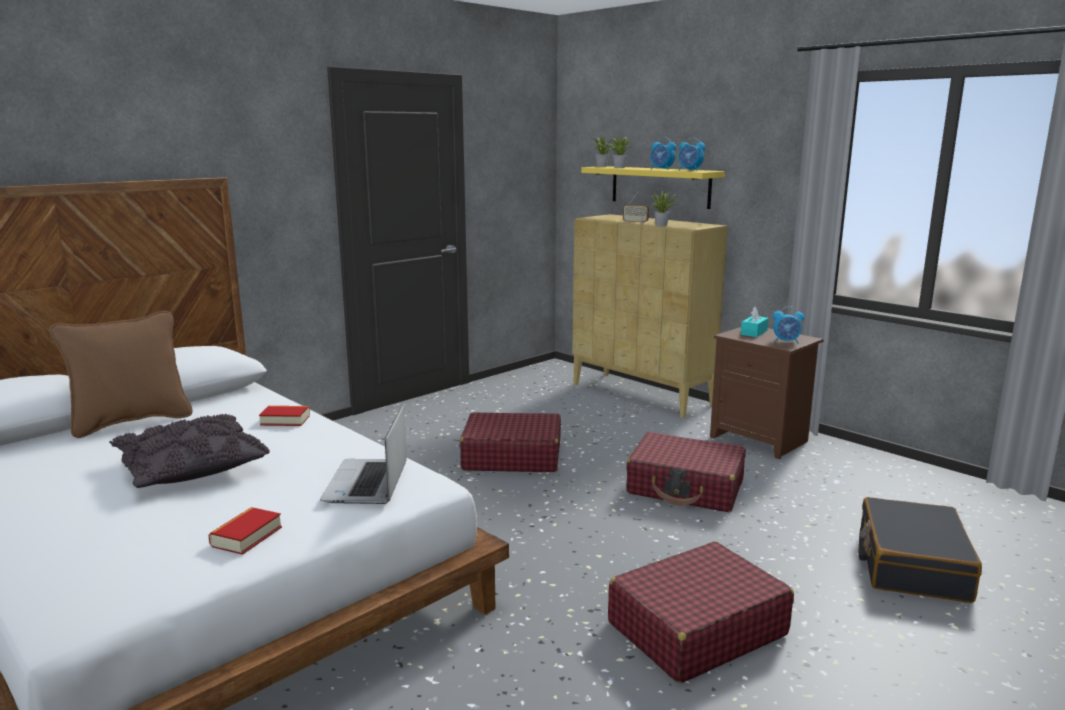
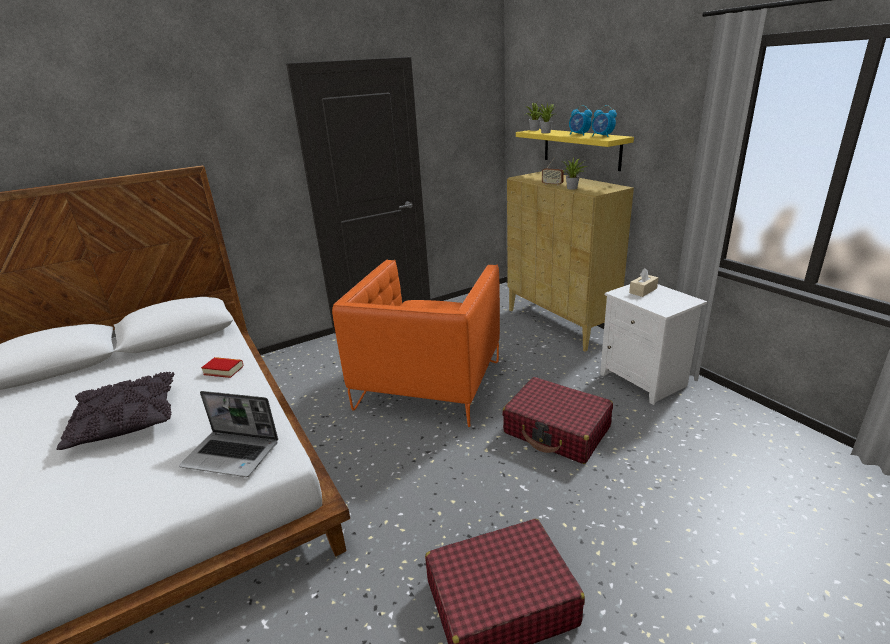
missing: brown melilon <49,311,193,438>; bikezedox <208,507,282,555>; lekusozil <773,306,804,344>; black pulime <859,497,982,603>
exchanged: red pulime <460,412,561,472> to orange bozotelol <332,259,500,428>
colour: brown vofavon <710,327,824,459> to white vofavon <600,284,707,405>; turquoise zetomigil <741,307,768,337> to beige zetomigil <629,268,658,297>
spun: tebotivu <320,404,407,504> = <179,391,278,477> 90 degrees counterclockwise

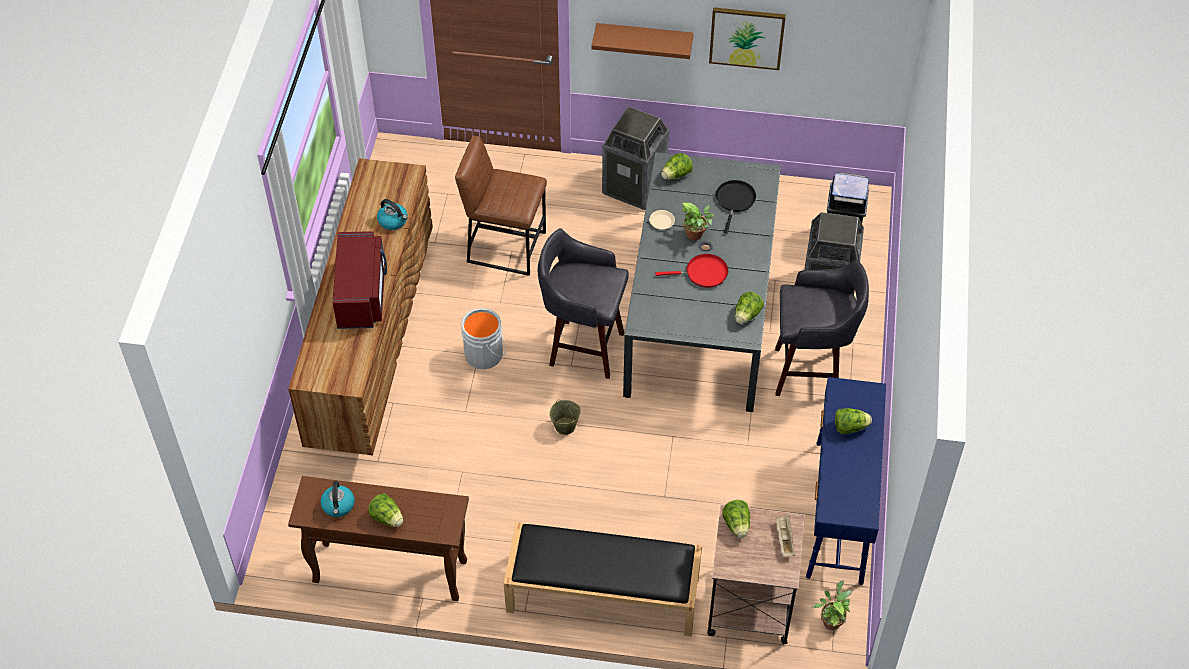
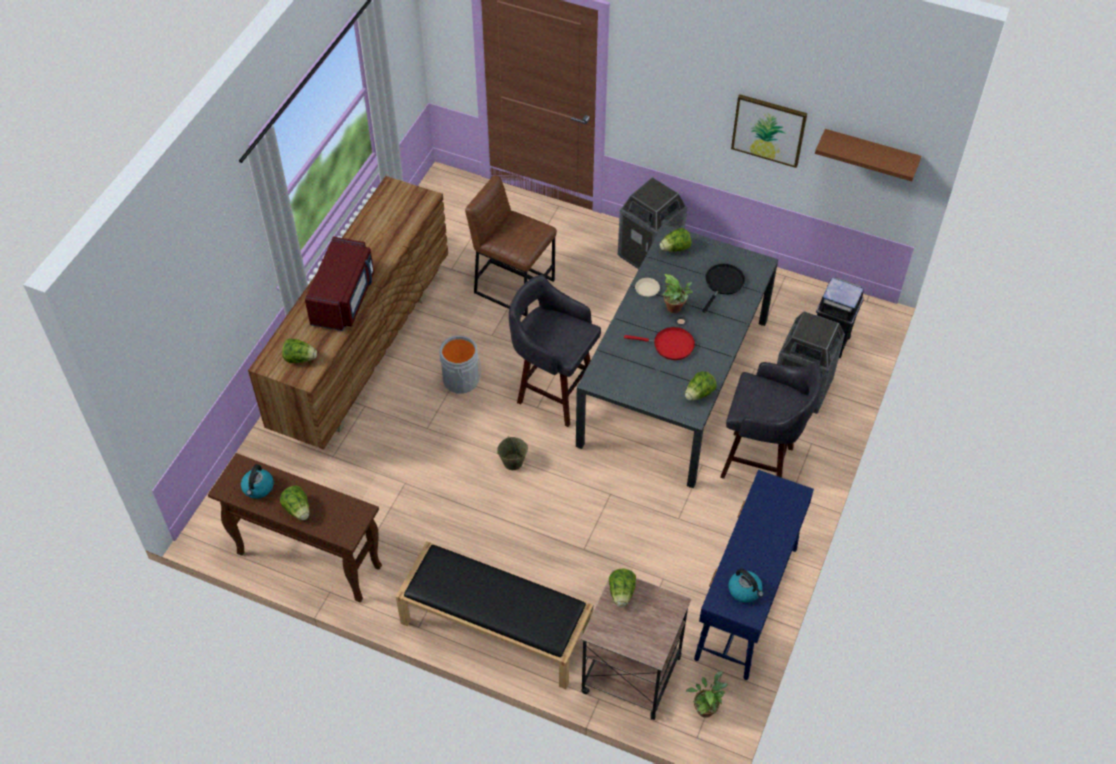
missing: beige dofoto <775,515,795,556>
relocated: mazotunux <377,199,407,230> to <728,568,763,603>; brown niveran <592,23,694,59> to <815,129,921,181>; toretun <835,408,872,434> to <282,338,317,363>

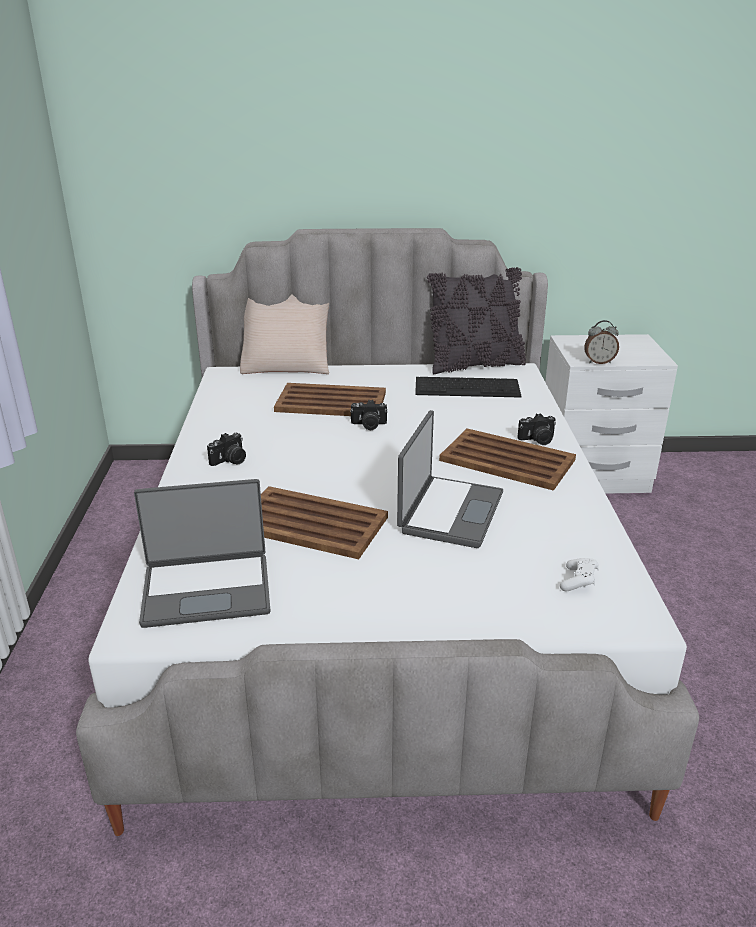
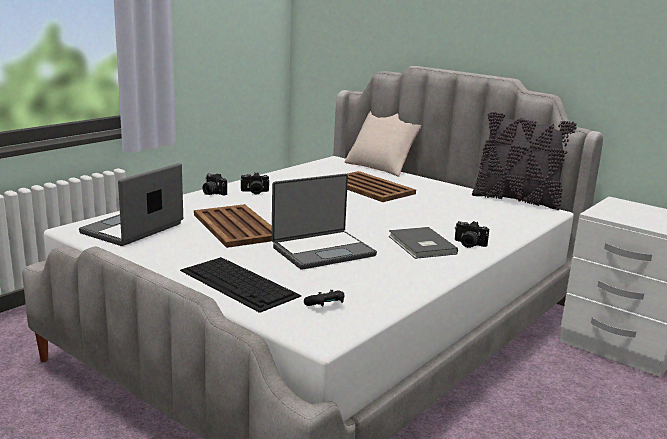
missing: lekusozil <584,320,619,364>
relocated: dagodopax <350,400,387,430> to <203,173,227,195>; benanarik <415,377,522,398> to <180,257,301,313>
exchanged: brown dofoto <439,428,576,491> to grey bikezedox <389,227,458,259>
colour: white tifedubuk <560,558,599,591> to black tifedubuk <304,290,345,307>
spun: tebotivu <134,479,271,628> = <79,163,183,246> 90 degrees clockwise

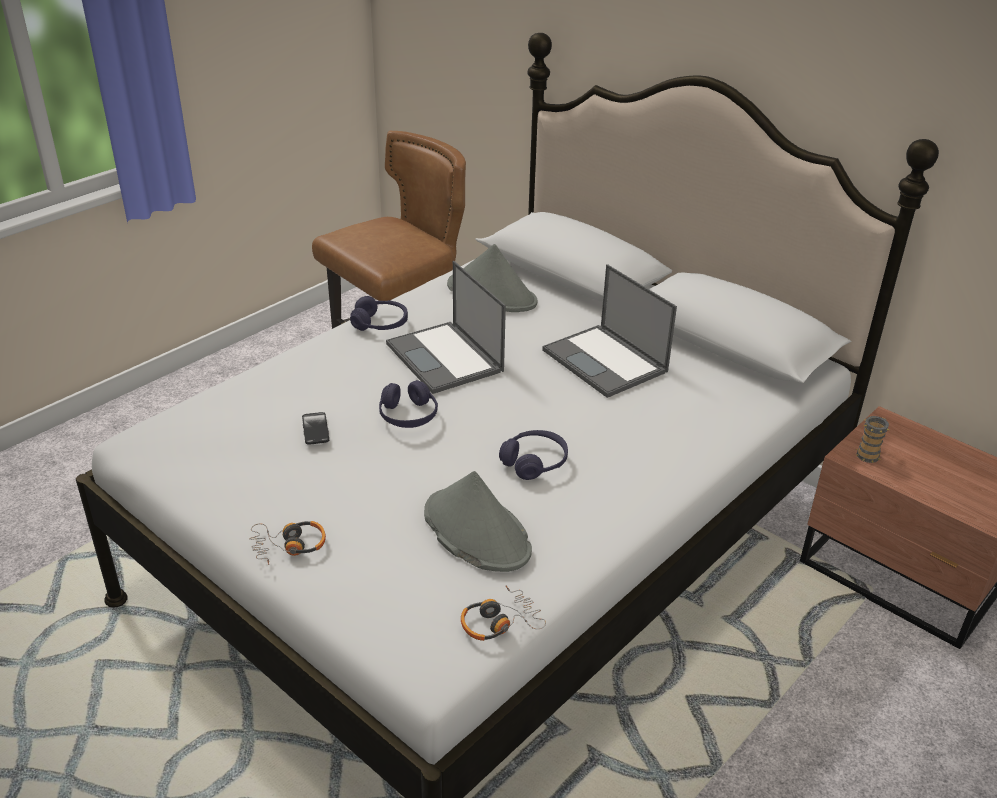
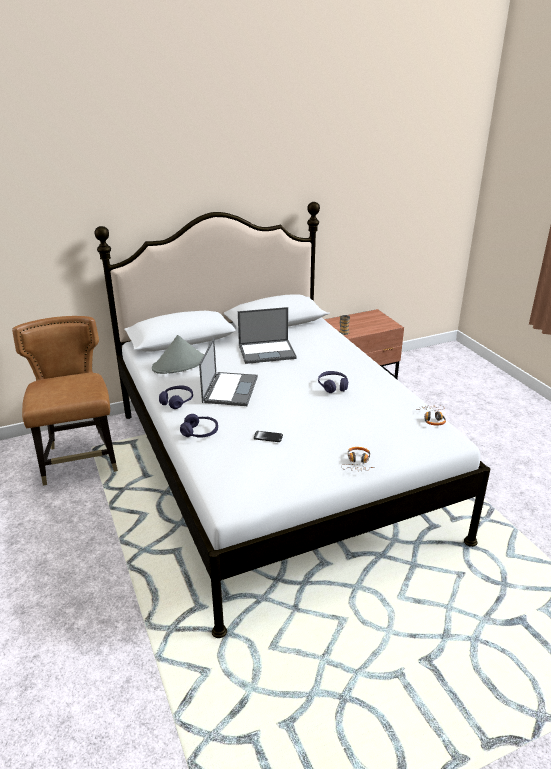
missing: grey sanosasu <424,471,532,572>
relocated: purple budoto <379,380,438,428> to <180,414,218,438>
spun: tebotivu <386,261,506,394> = <199,338,258,406> 75 degrees counterclockwise

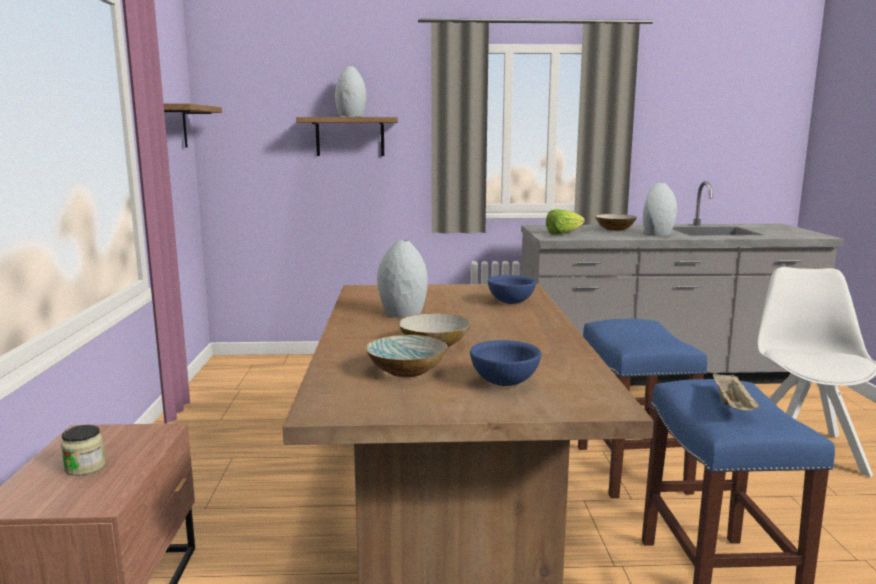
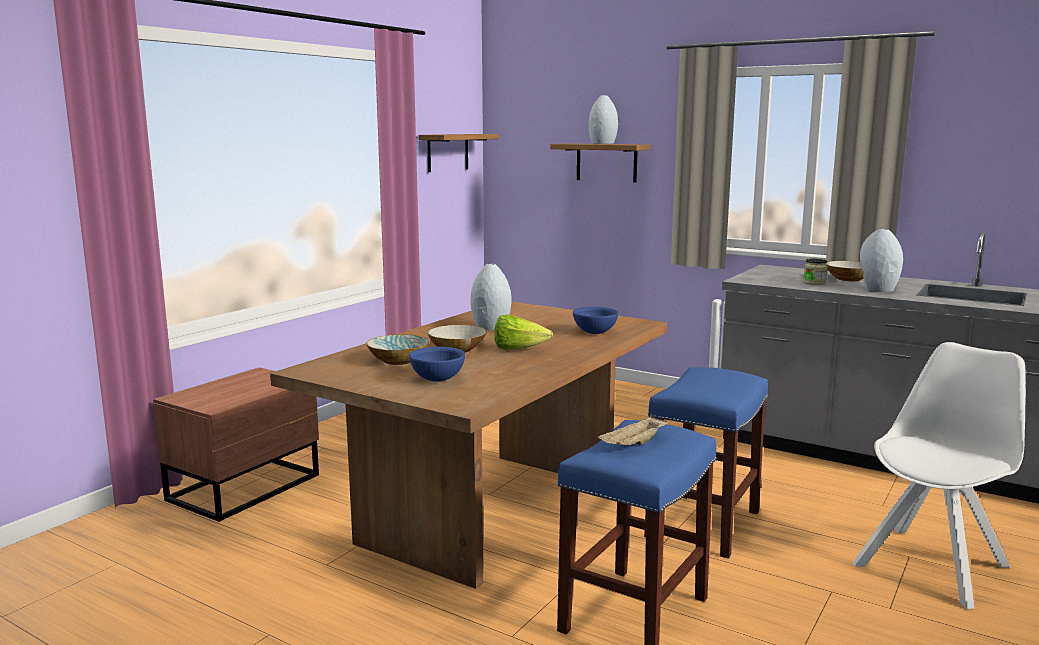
relocated: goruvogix <61,425,106,476> to <803,259,828,285>; toretun <546,209,585,235> to <494,314,553,350>

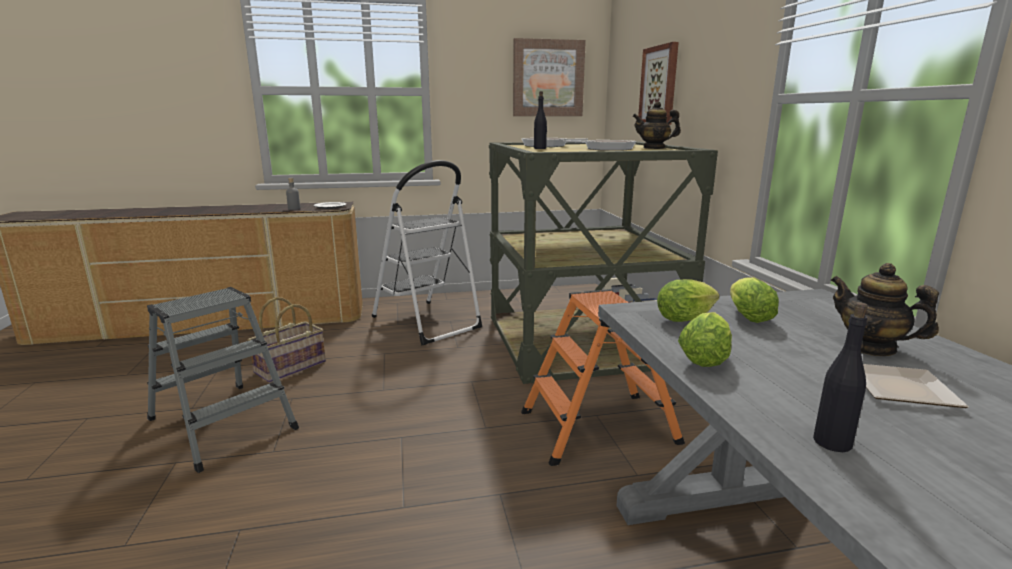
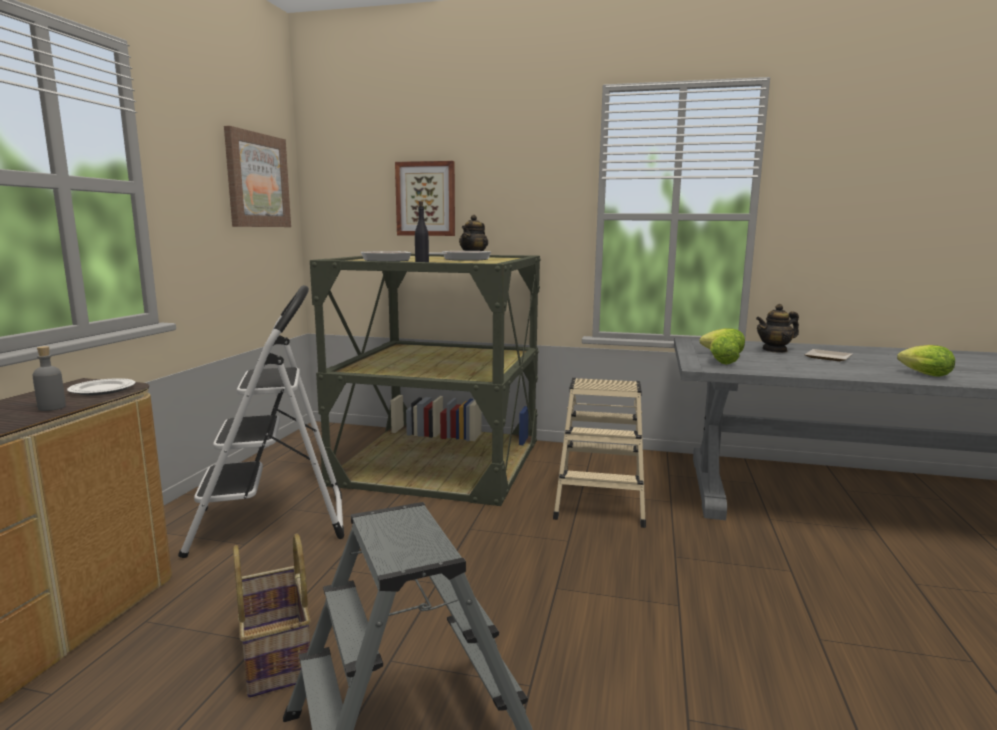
missing: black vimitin <813,302,868,452>
relocated: toretun <678,312,732,367> to <897,345,955,377>
colour: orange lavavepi <521,289,685,466> to beige lavavepi <553,378,646,528>

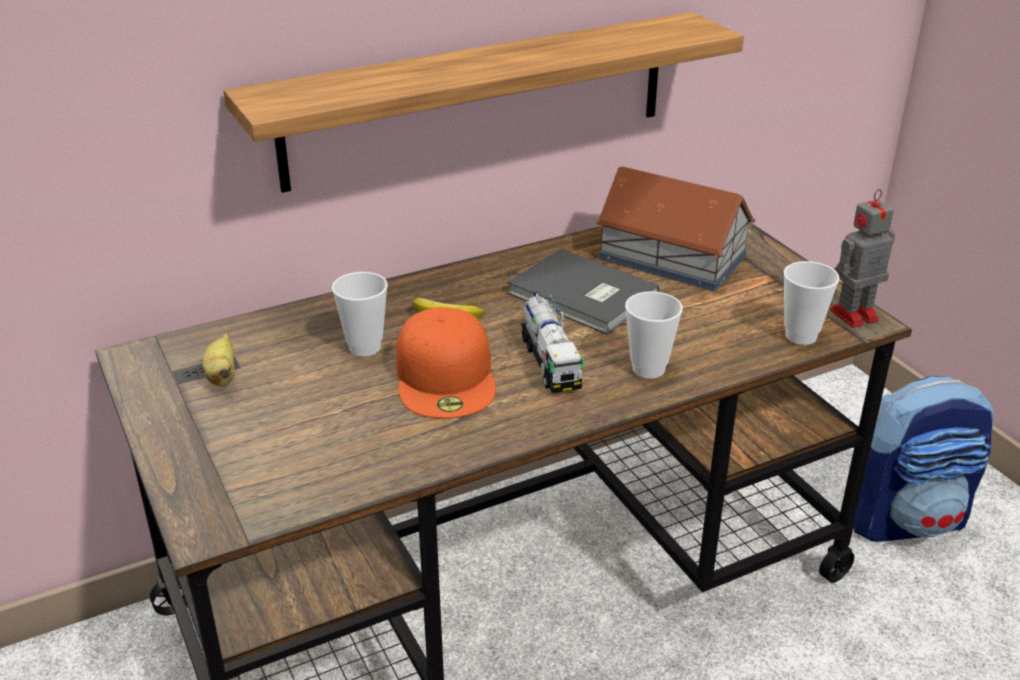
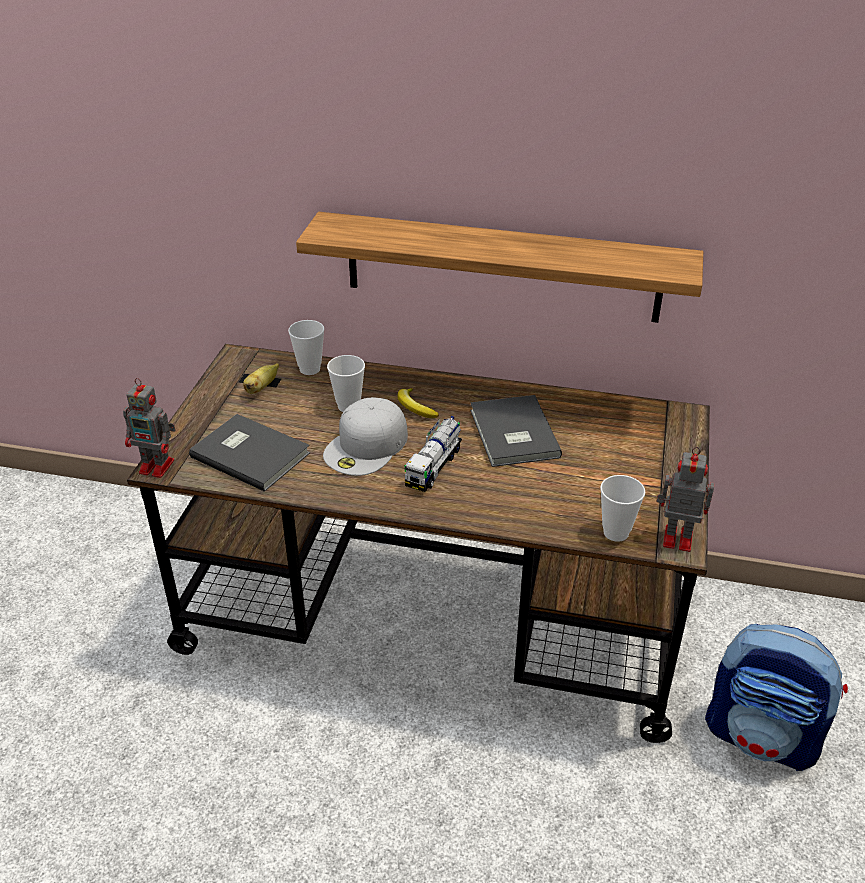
missing: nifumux <596,166,756,291>
appeared: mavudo <123,378,176,478>; grey bikezedox <189,414,310,492>
relocated: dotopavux <625,291,683,379> to <288,320,325,375>
colour: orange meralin <396,307,496,419> to white meralin <323,397,408,476>

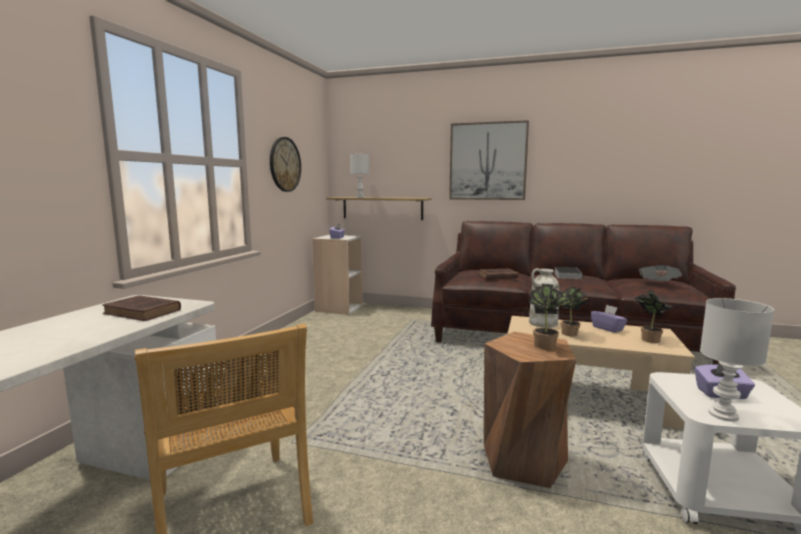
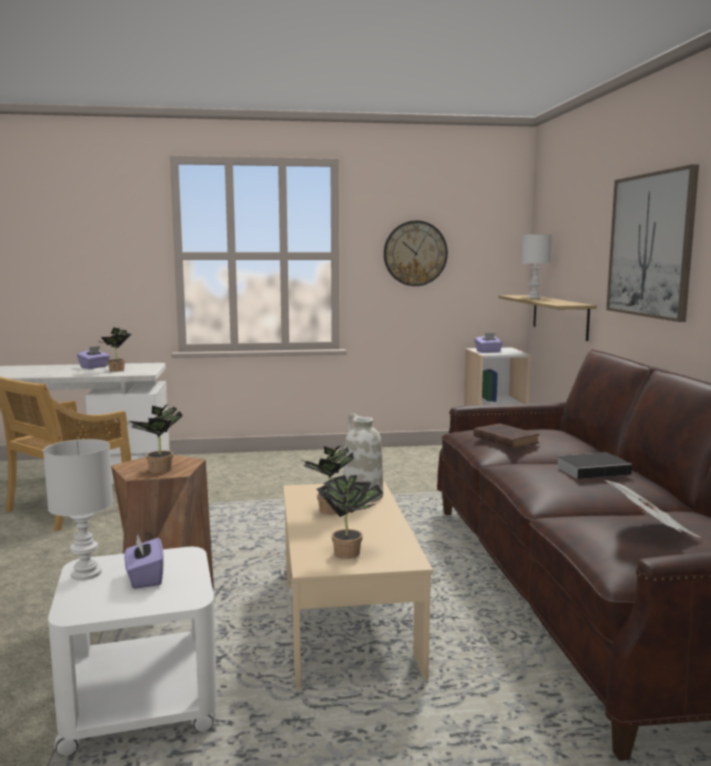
relocated: purple zetomigil <591,305,628,333> to <77,346,110,369>
exchanged: brown bikezedox <102,295,181,321> to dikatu <99,327,131,372>

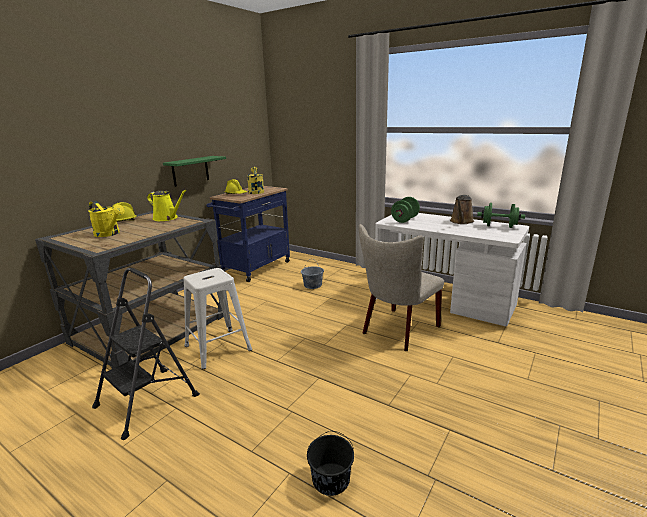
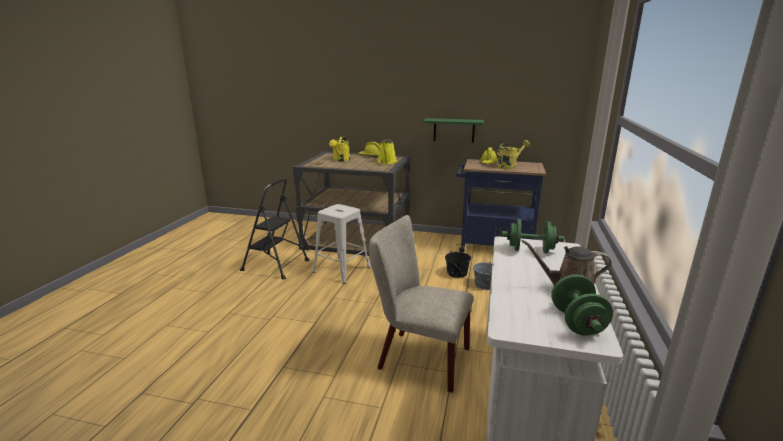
relocated: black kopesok <307,431,354,496> to <445,244,471,278>

